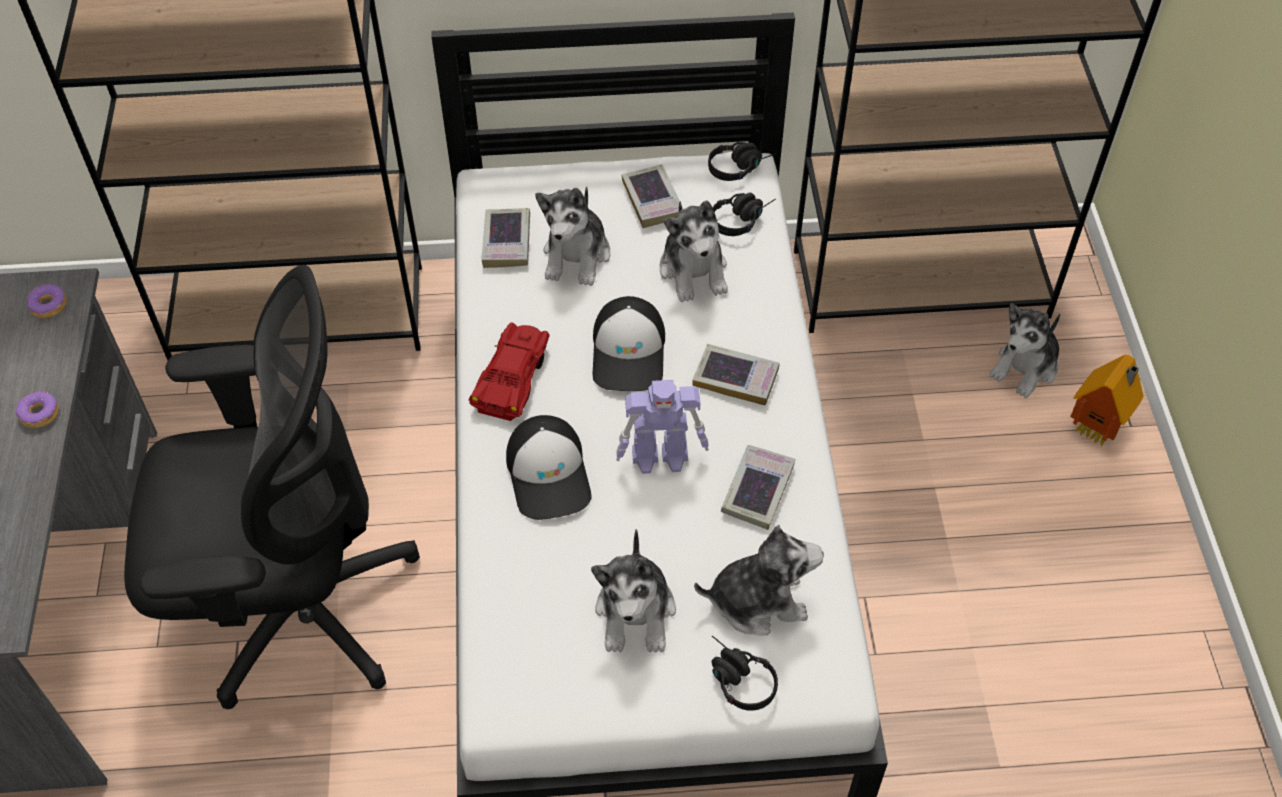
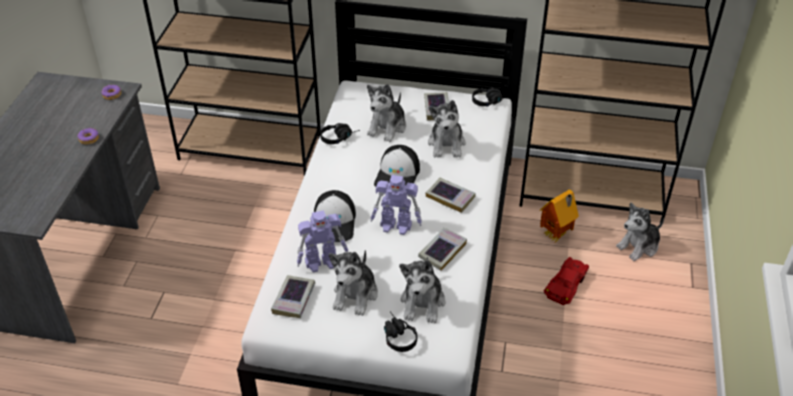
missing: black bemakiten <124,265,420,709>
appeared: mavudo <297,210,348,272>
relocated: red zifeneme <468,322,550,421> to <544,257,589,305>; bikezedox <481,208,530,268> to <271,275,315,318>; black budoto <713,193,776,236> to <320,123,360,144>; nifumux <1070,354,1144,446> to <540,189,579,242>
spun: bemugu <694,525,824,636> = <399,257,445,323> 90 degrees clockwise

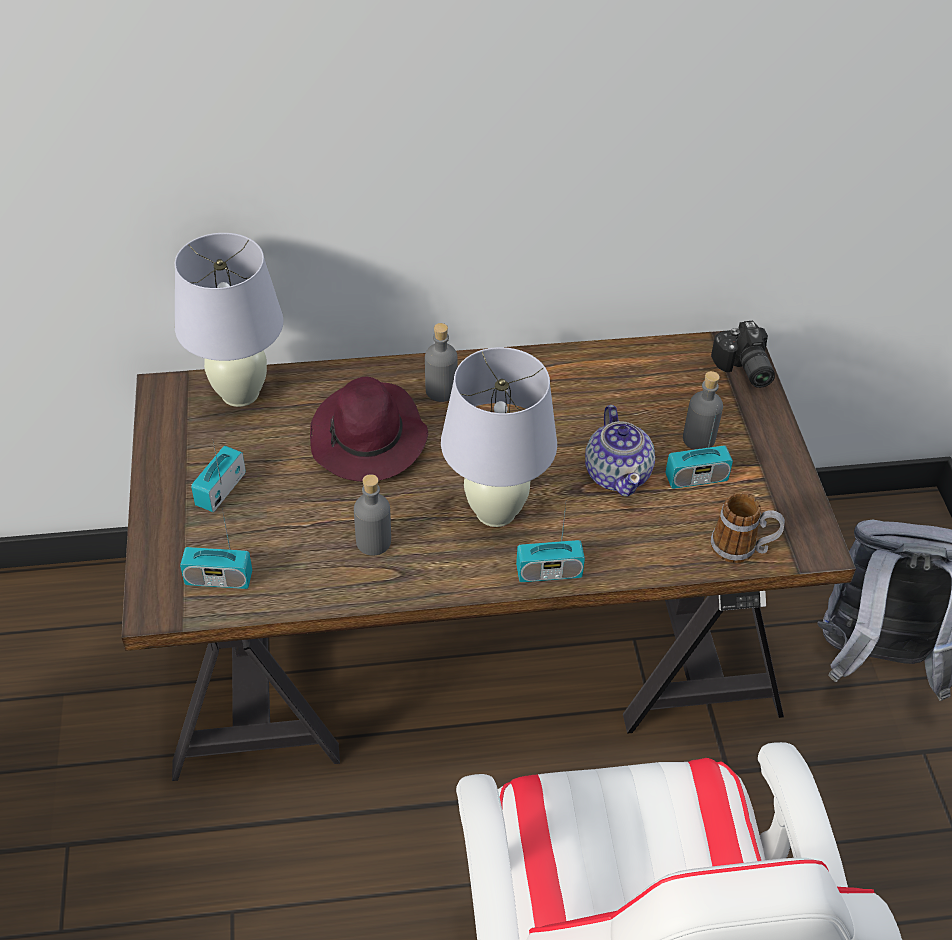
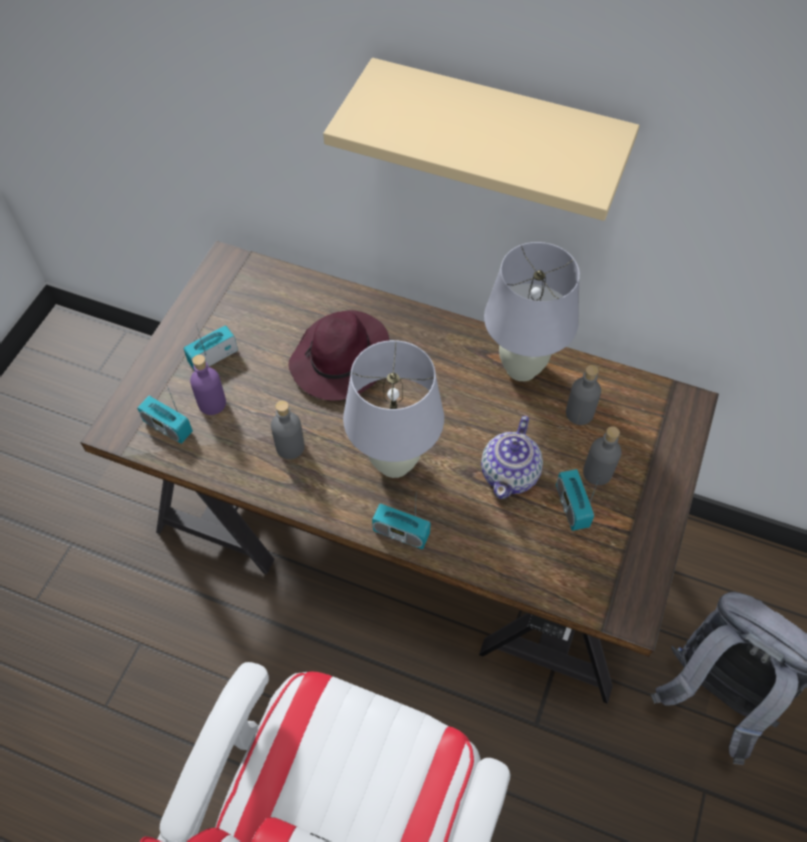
missing: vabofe <710,493,785,563>; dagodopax <711,321,775,388>
appeared: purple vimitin <190,355,226,415>; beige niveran <323,58,639,221>
relocated: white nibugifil <175,233,284,407> to <484,242,580,381>; grey vimitin <425,323,458,402> to <566,365,601,425>
spun: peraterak <665,406,733,489> = <556,469,600,531> 60 degrees clockwise

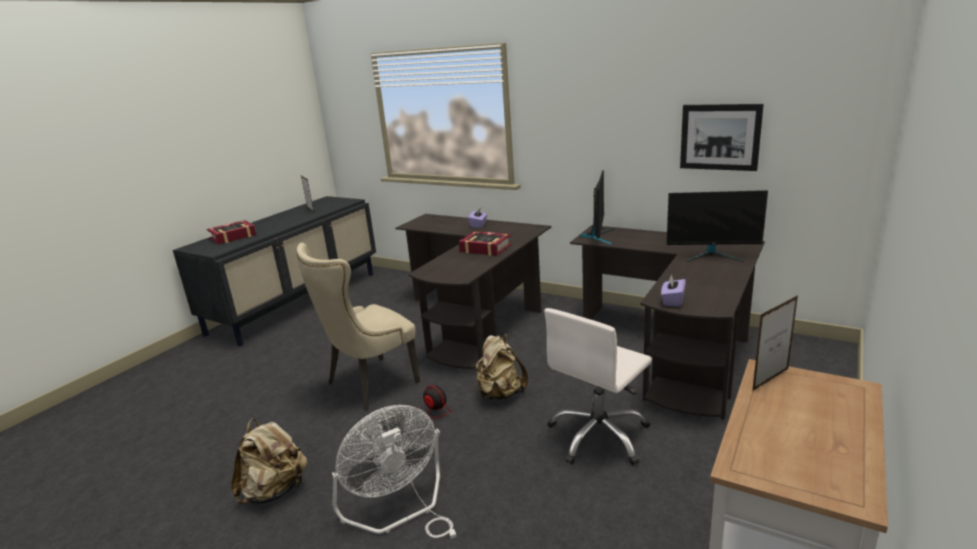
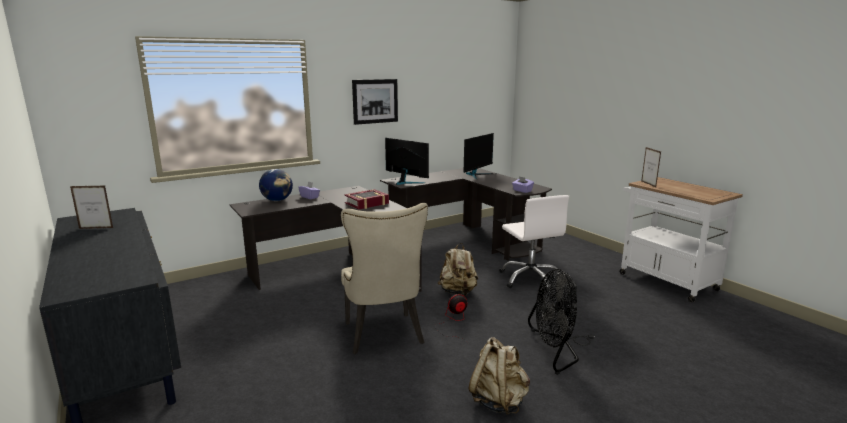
missing: bikezedox <207,220,257,244>
appeared: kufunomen <259,169,293,201>
relocated: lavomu <680,104,764,171> to <352,79,398,125>
colour: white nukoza <332,405,457,539> to black nukoza <528,269,595,375>

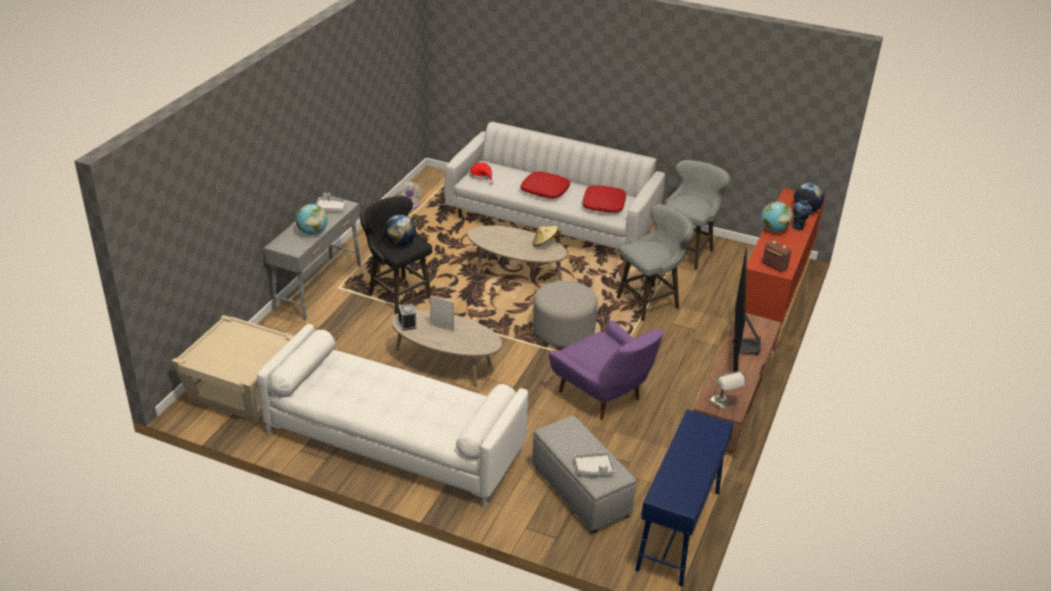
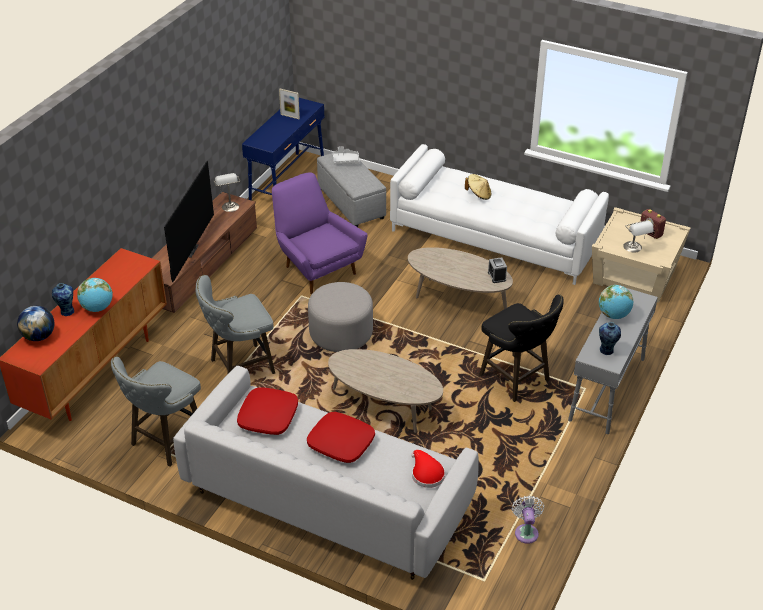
missing: kufunomen <385,215,416,246>
appeared: white nibugifil <623,220,654,253>
relocated: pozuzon <430,296,454,331> to <279,88,300,119>; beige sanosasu <533,225,561,246> to <465,174,491,200>; peraterak <763,241,791,272> to <640,209,666,239>
exchanged: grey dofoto <316,193,346,212> to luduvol <599,322,621,355>

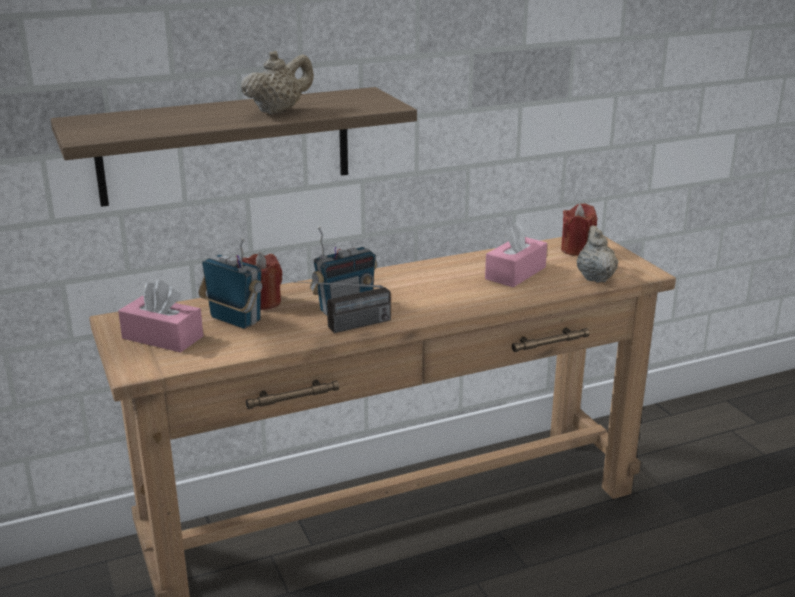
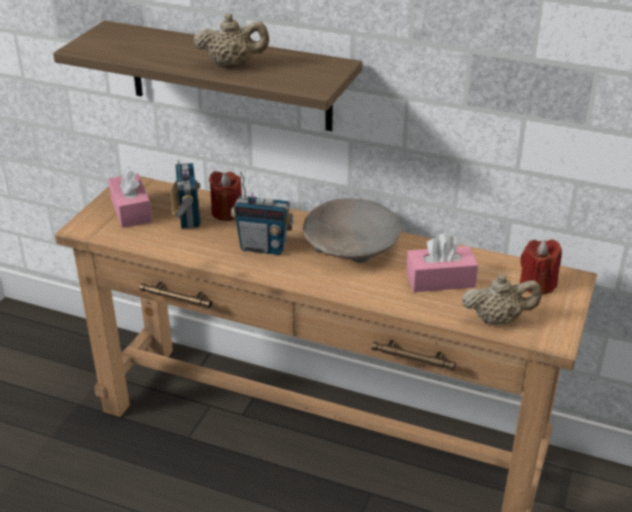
missing: peraterak <294,281,391,333>
appeared: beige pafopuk <303,198,401,263>
spun: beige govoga <577,226,619,283> = <462,274,542,324> 45 degrees clockwise

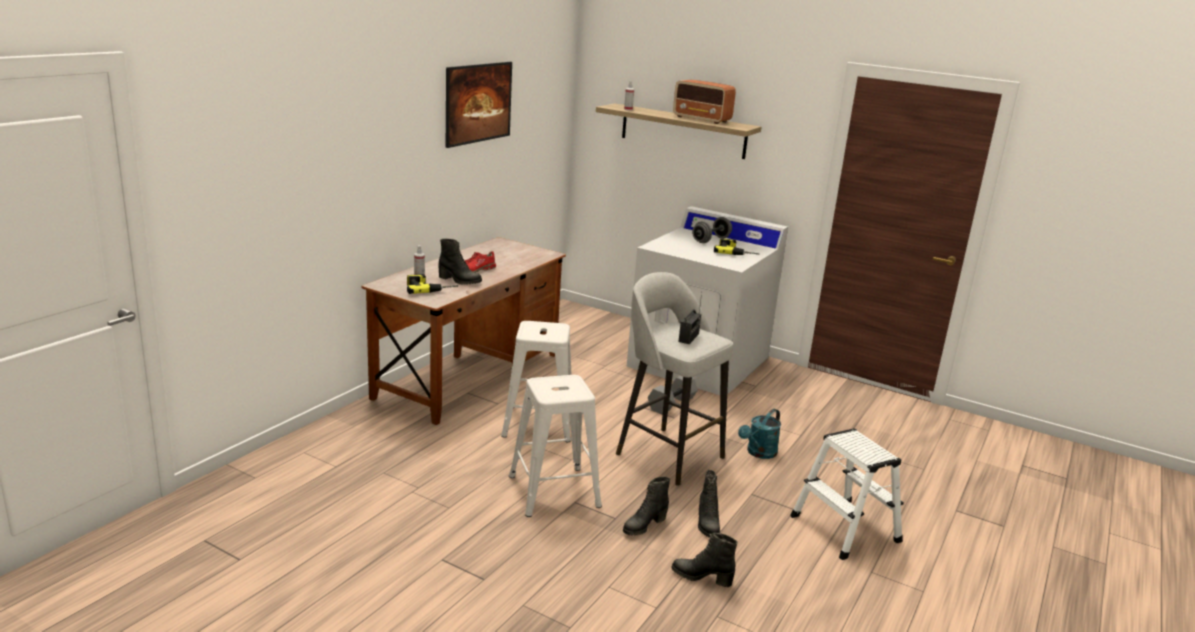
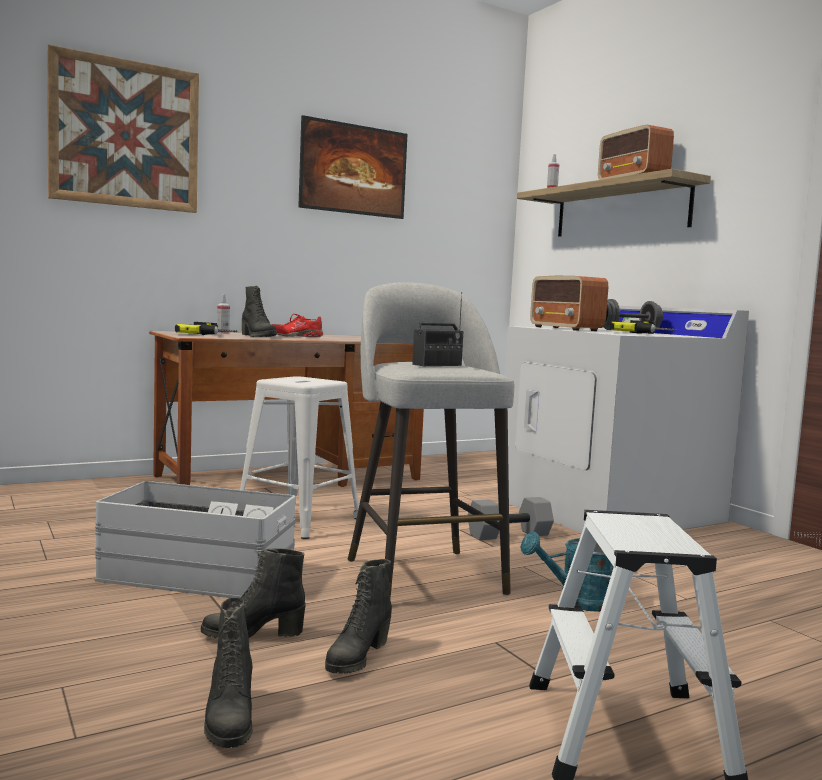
appeared: lavomu <47,45,199,213>; peraterak <530,276,608,331>
exchanged: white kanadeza <509,375,602,517> to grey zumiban <95,481,295,598>
spun: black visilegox <672,533,738,587> = <204,597,252,748> 150 degrees counterclockwise

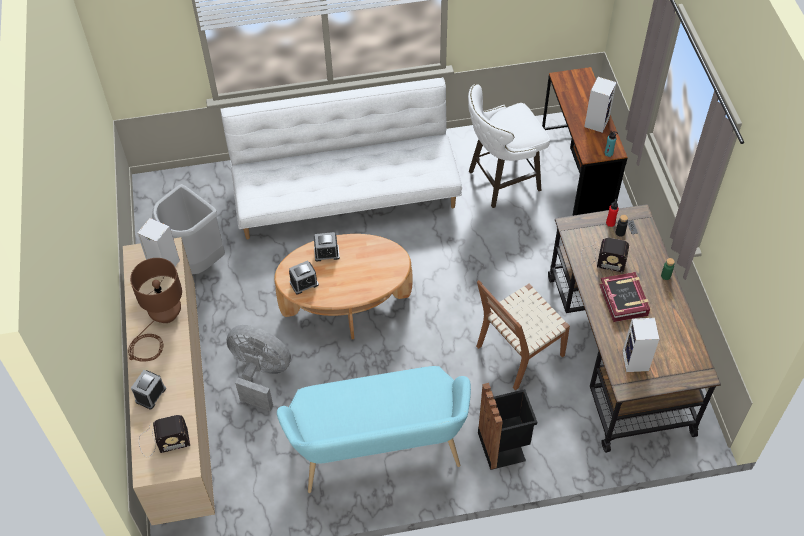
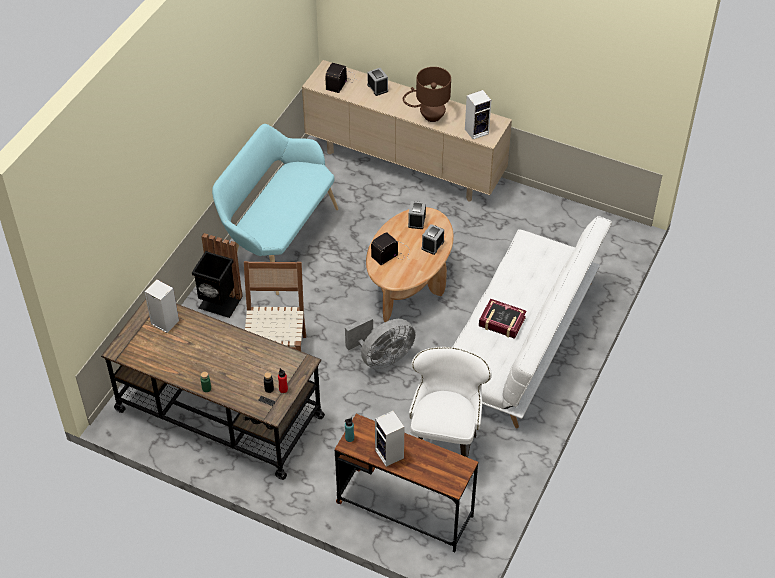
missing: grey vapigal <152,184,225,274>
relocated: grey nukoza <226,325,291,411> to <345,315,415,369>; peraterak <581,238,629,273> to <371,232,410,265>; bikezedox <599,272,650,322> to <479,299,527,339>

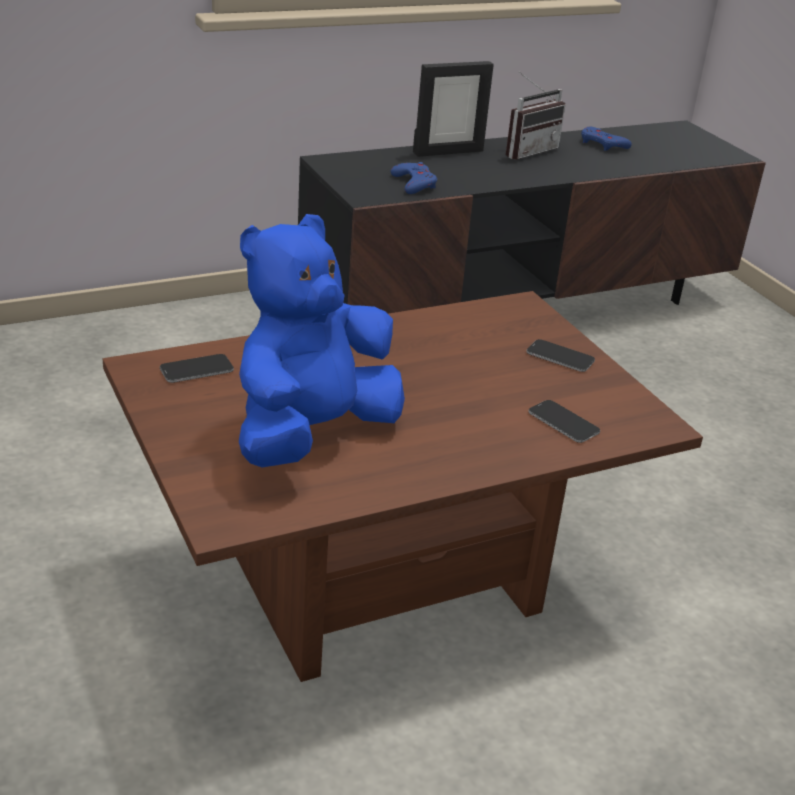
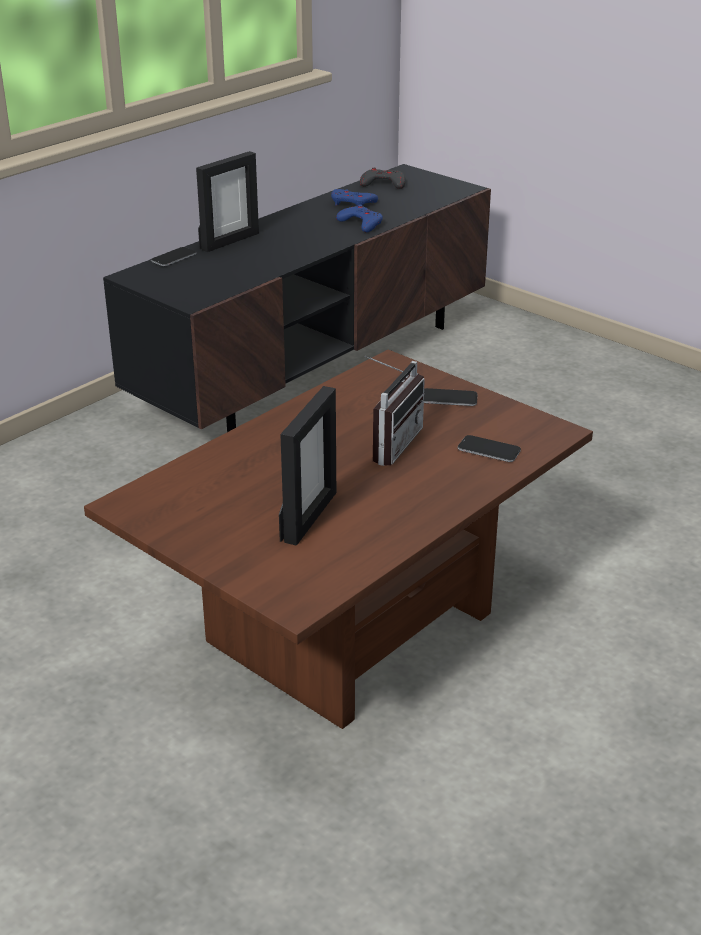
appeared: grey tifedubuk <360,168,405,189>
relocated: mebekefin <160,354,234,383> to <151,247,196,266>; blue tifedubuk <390,162,437,194> to <336,205,383,232>; peraterak <506,72,565,160> to <365,356,425,466>
exchanged: blue bemugu <239,214,405,468> to pozuzon <279,386,336,546>

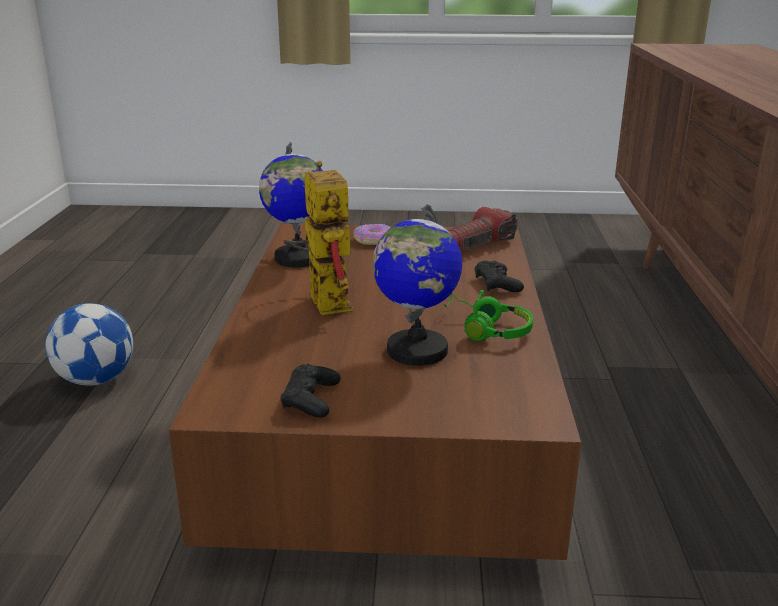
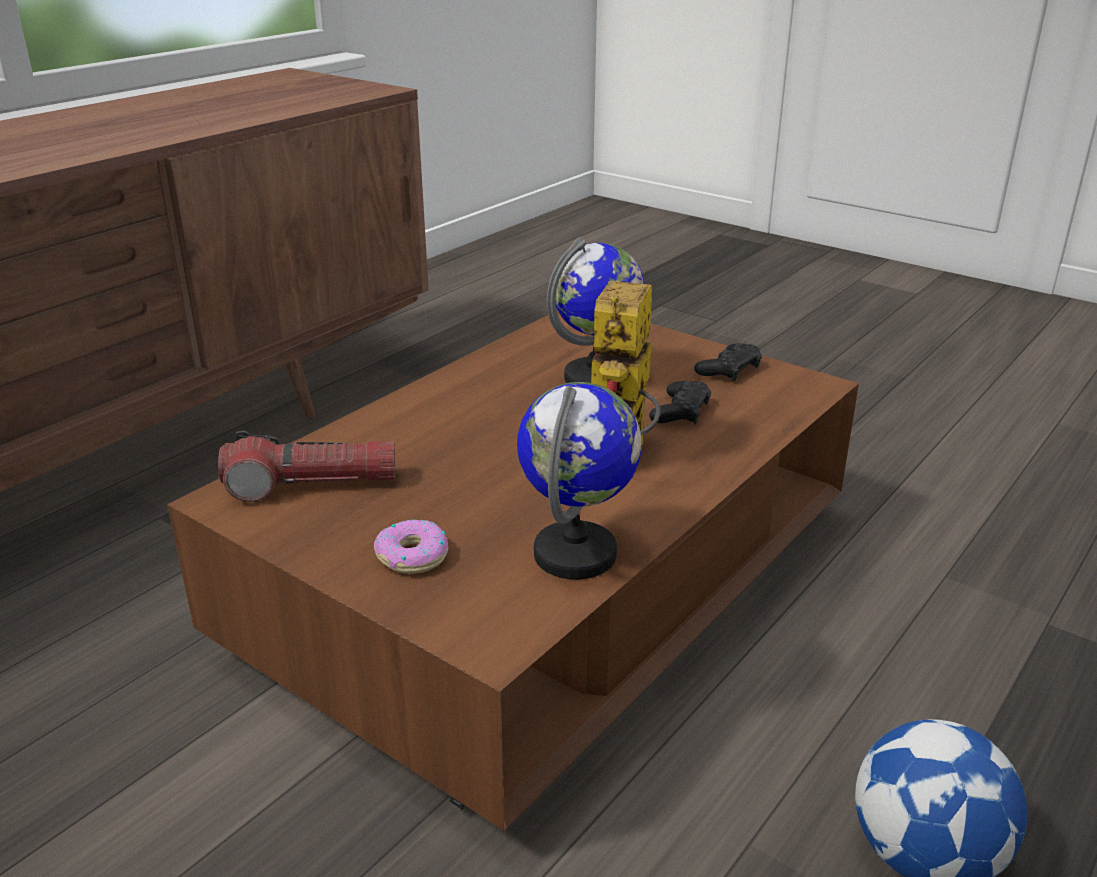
missing: green budoto <444,290,533,341>
relocated: black tifedubuk <475,261,524,292> to <649,381,711,424>

